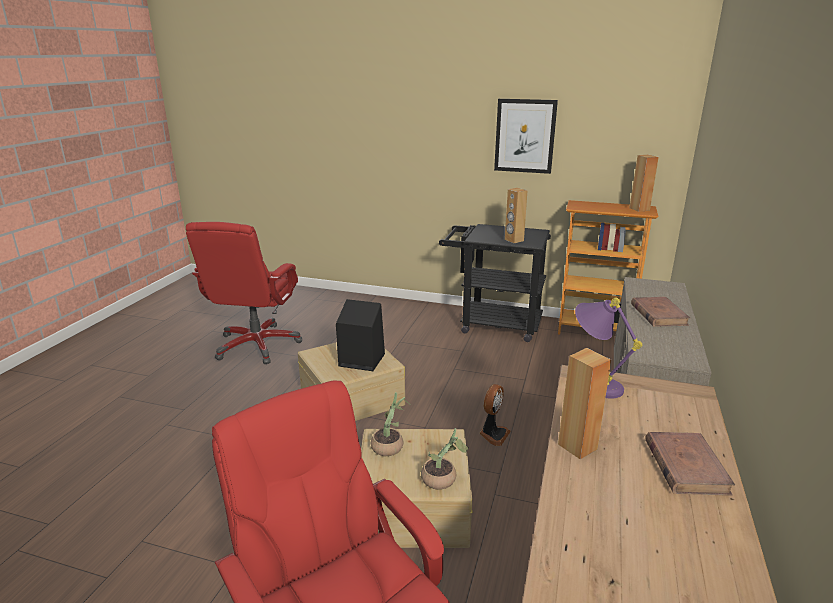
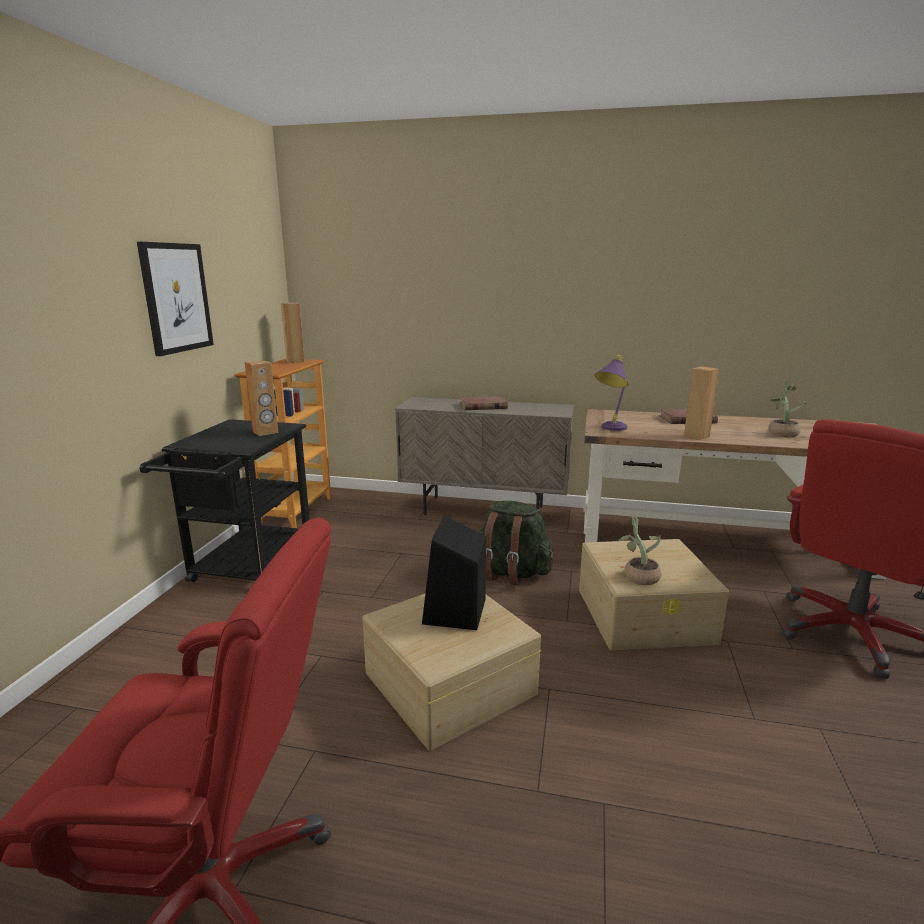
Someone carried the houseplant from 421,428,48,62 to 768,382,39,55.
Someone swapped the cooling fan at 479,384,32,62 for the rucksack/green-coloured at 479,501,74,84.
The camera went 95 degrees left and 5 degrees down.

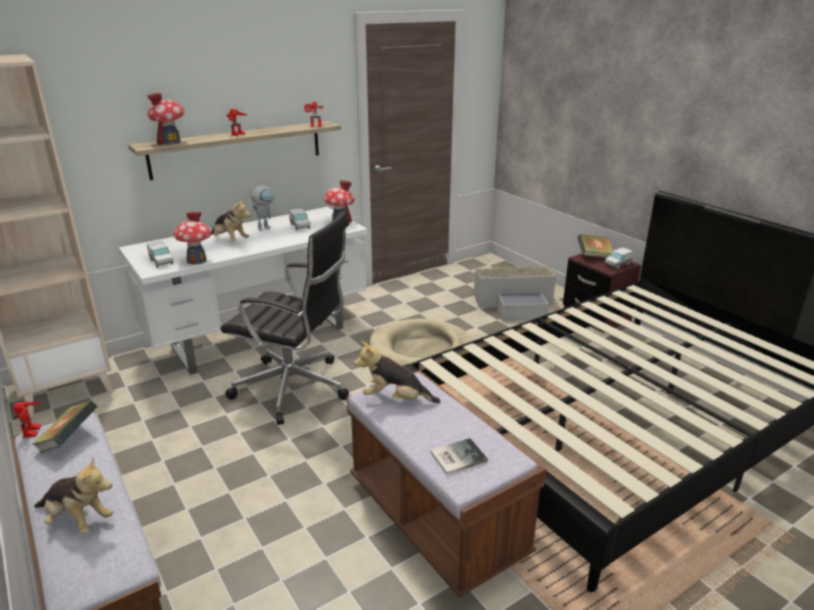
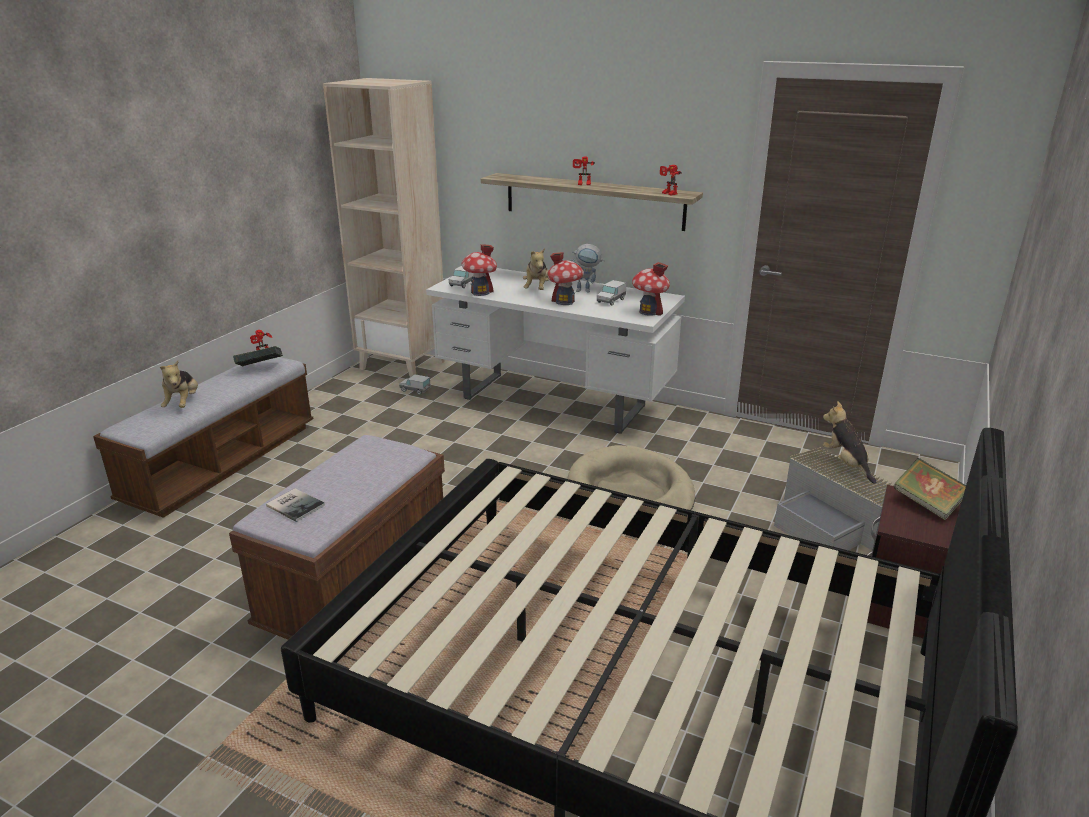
Someone took away the office chair/black-coloured at 221,211,129,214.
Someone carried the model house from 147,92,38,53 to 548,252,36,53.
Someone carried the soft toy from 354,341,87,62 to 823,401,53,83.
Someone carried the model truck from 605,247,28,22 to 399,374,31,21.
The camera went 60 degrees right and 0 degrees up.

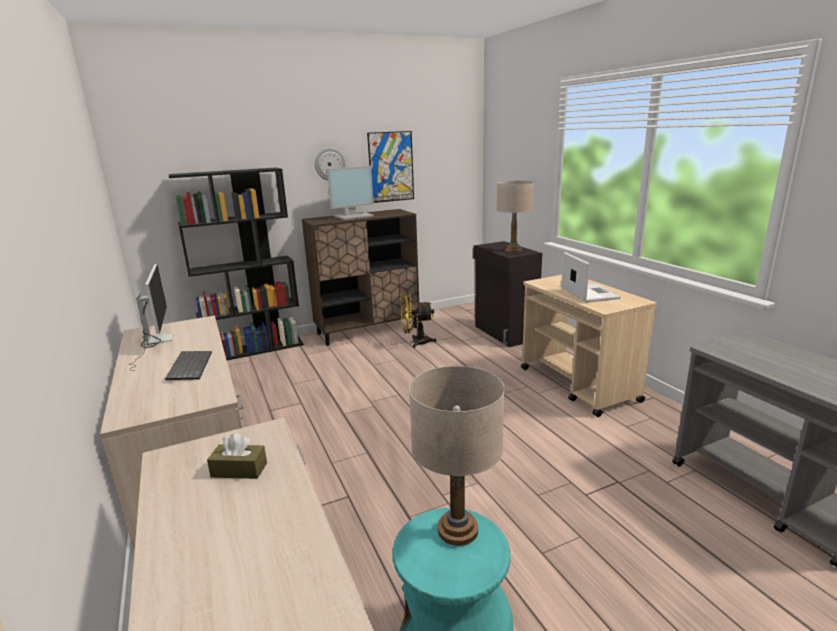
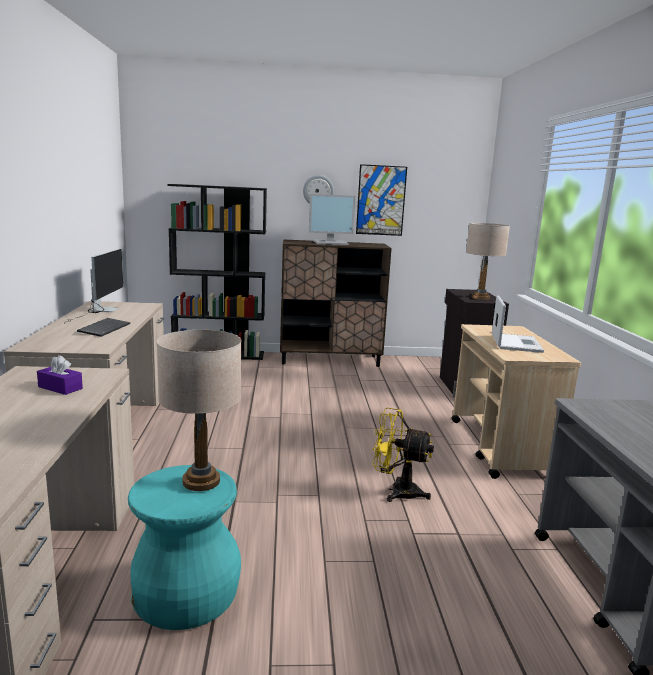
Someone carried the cooling fan/yellow-coloured from 400,293,36,55 to 372,408,62,94.
Someone repainted the box of tissues/brownish at 207,433,60,46, which became the box of tissues/purple-coloured at 37,355,46,40.
The camera went 20 degrees right and 5 degrees down.

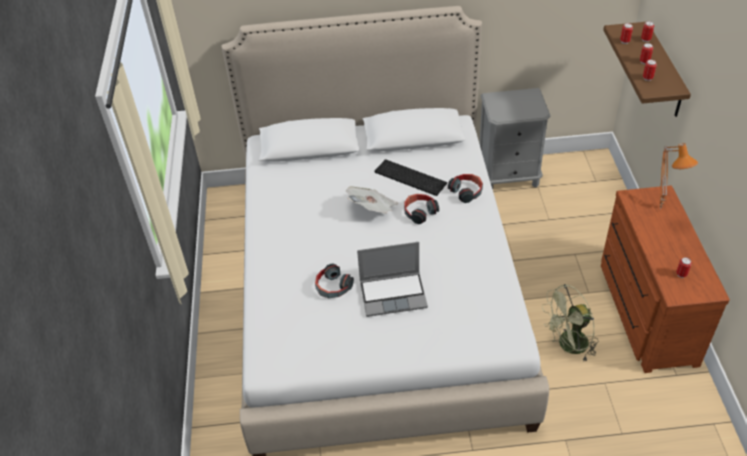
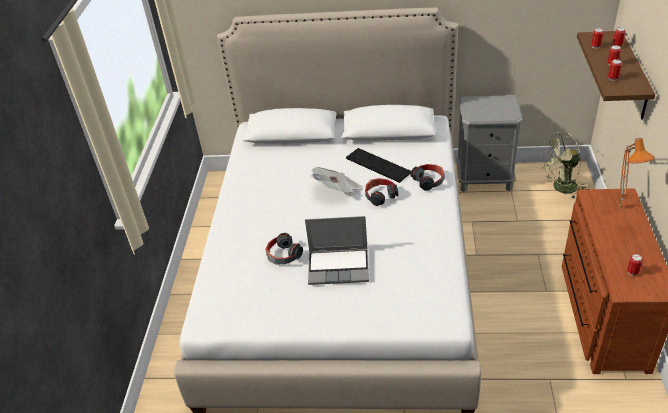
Someone carried the cooling fan/green-coloured from 542,284,57,77 to 540,131,46,67.
The camera went 10 degrees right and 5 degrees down.

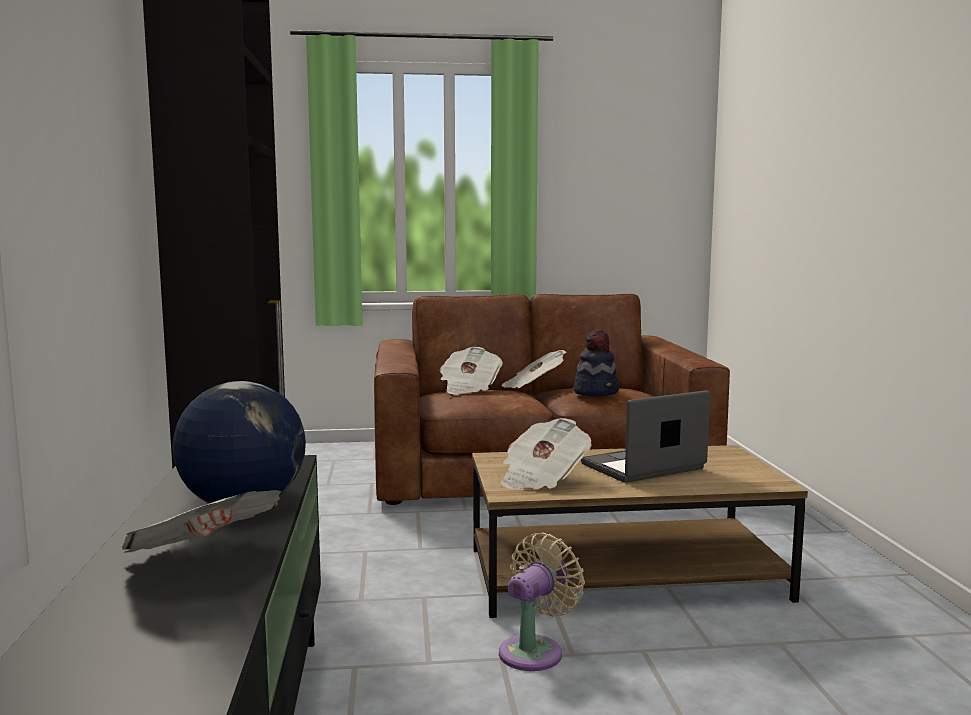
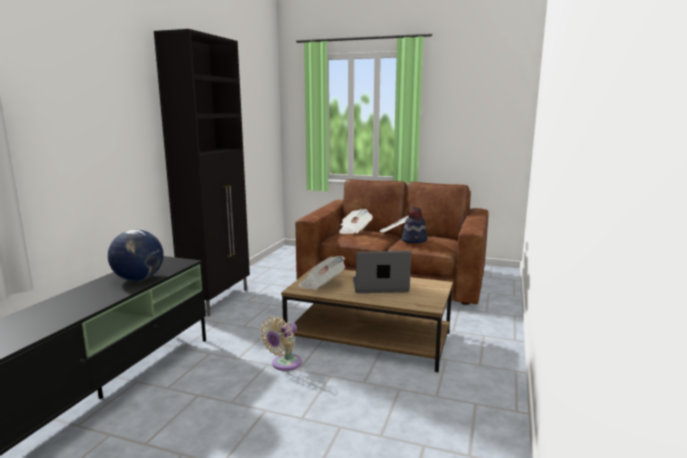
Someone took away the newspaper at 122,490,159,63.
Someone rotated the cooling fan/beige-coloured at 499,532,86,139 by 150 degrees clockwise.
The camera went 25 degrees right and 5 degrees up.

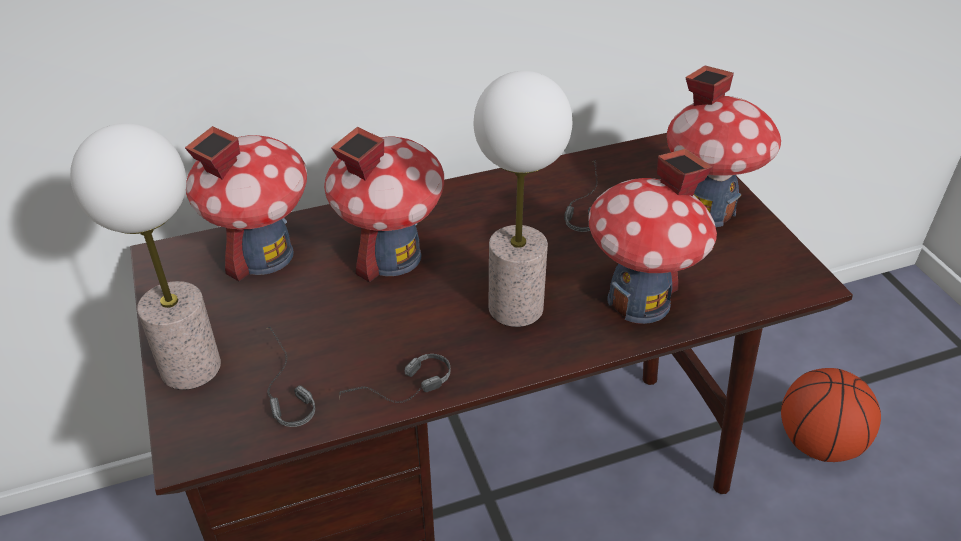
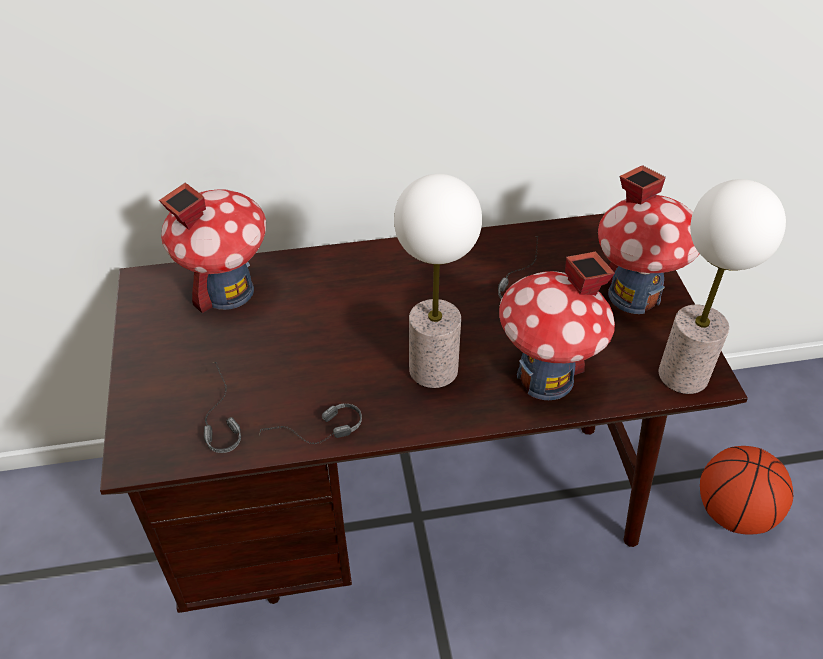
Someone took away the model house at 324,127,120,155.
Someone carried the table lamp from 70,123,151,267 to 659,179,127,215.
The camera went 10 degrees right and 5 degrees up.

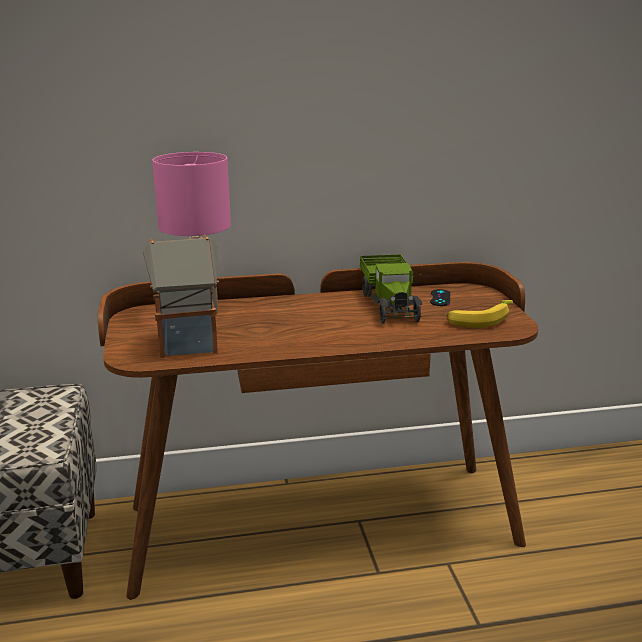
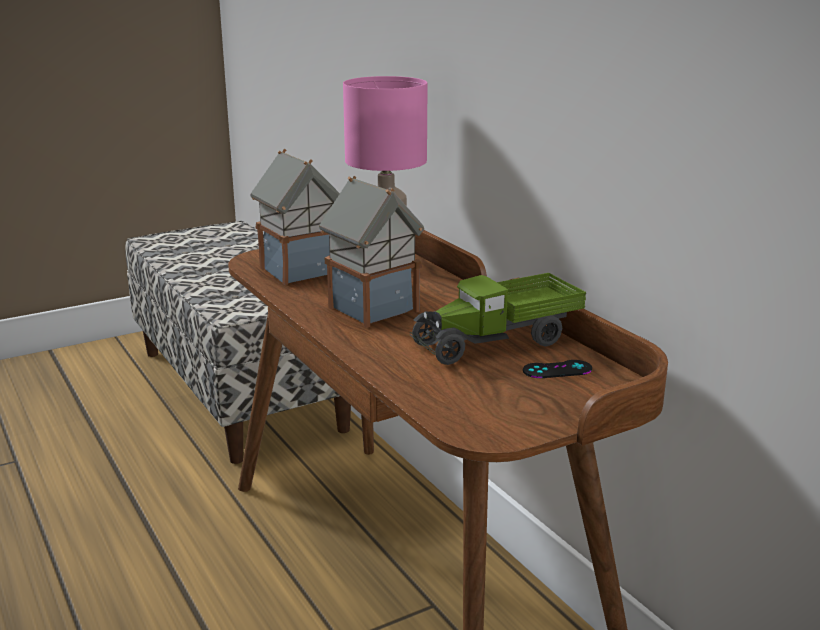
Someone took away the banana fruit at 446,300,67,28.
Someone put down the model house at 319,176,105,152.
The camera went 70 degrees right and 0 degrees up.

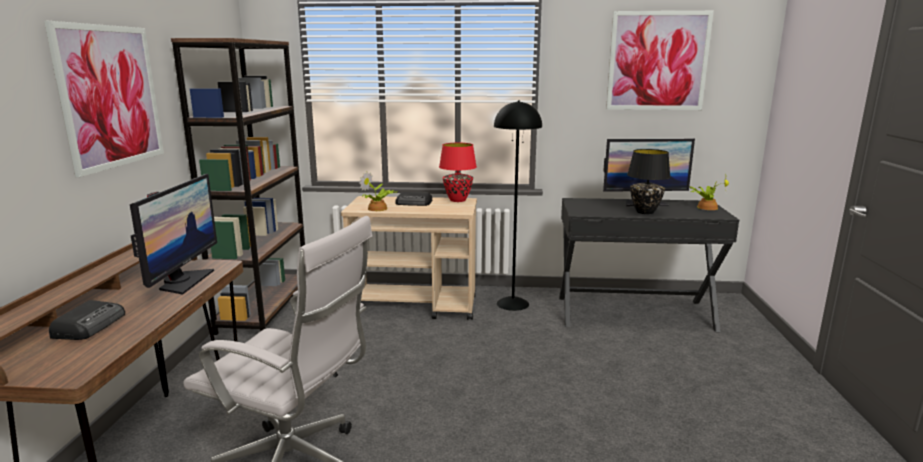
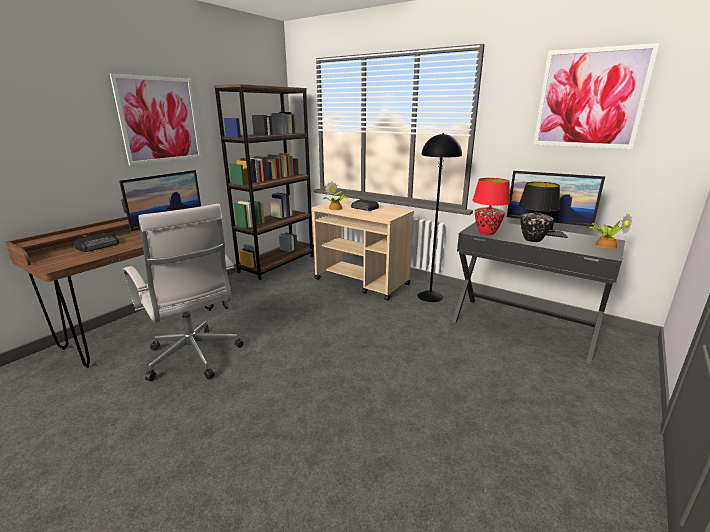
Someone carried the table lamp/red from 439,143,38,59 to 472,178,38,57.
The camera went 30 degrees right and 5 degrees up.

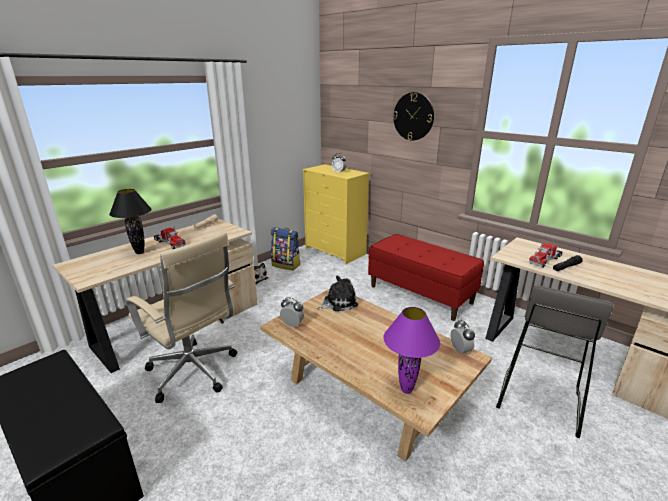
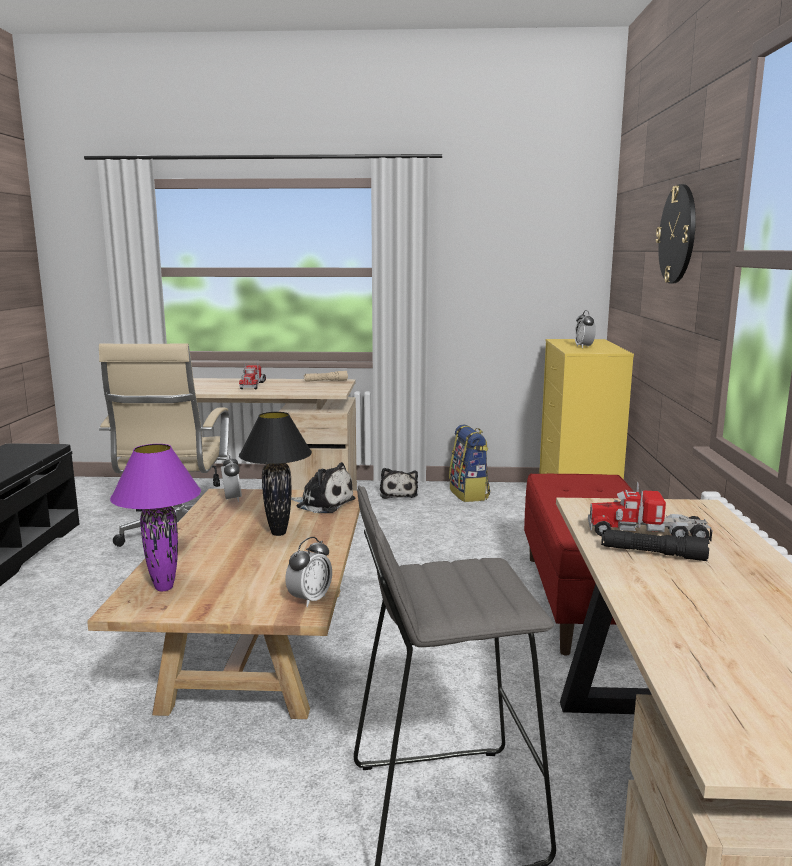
Someone carried the table lamp/black-coloured from 109,189,43,65 to 239,412,73,124.
The camera went 50 degrees right and 10 degrees down.

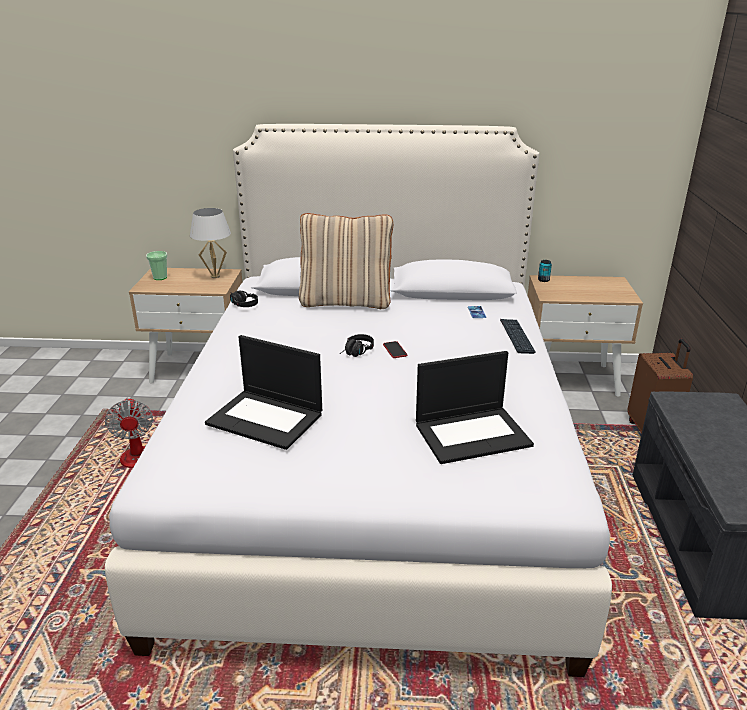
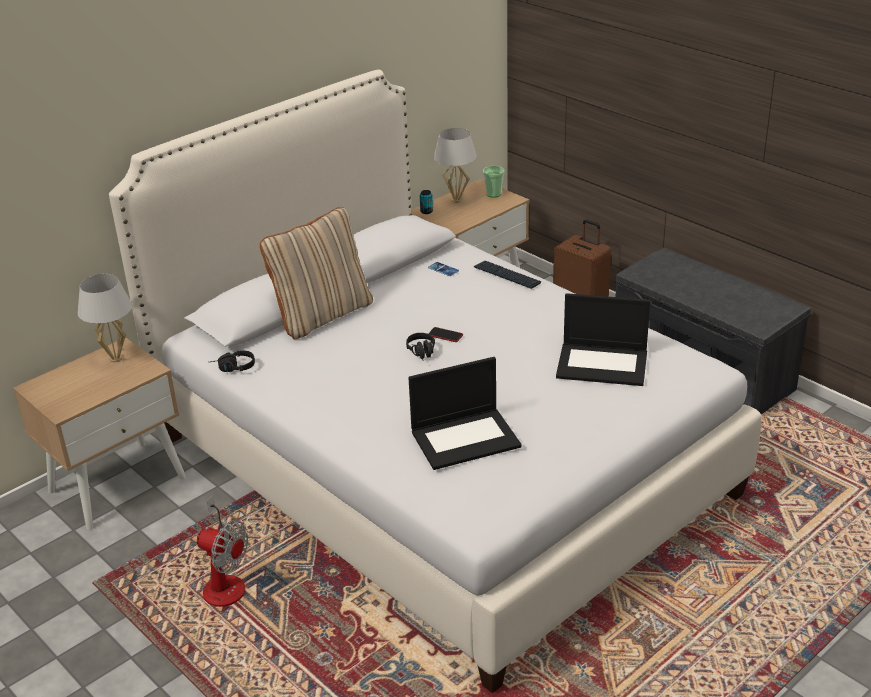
Someone put down the table lamp/whitish at 434,128,43,75.
Someone carried the small cup from 146,251,21,29 to 483,166,22,32.
Someone rotated the laptop at 416,351,118,113 by 75 degrees clockwise.
The camera went 45 degrees left and 5 degrees up.

